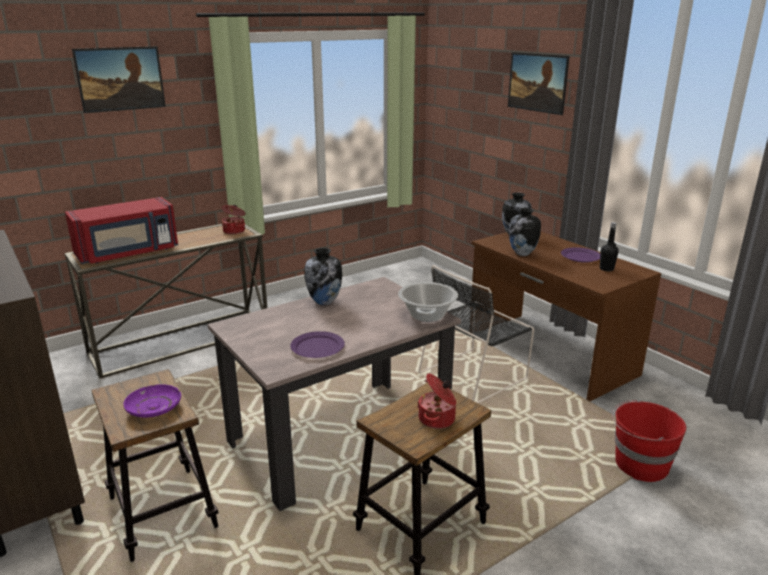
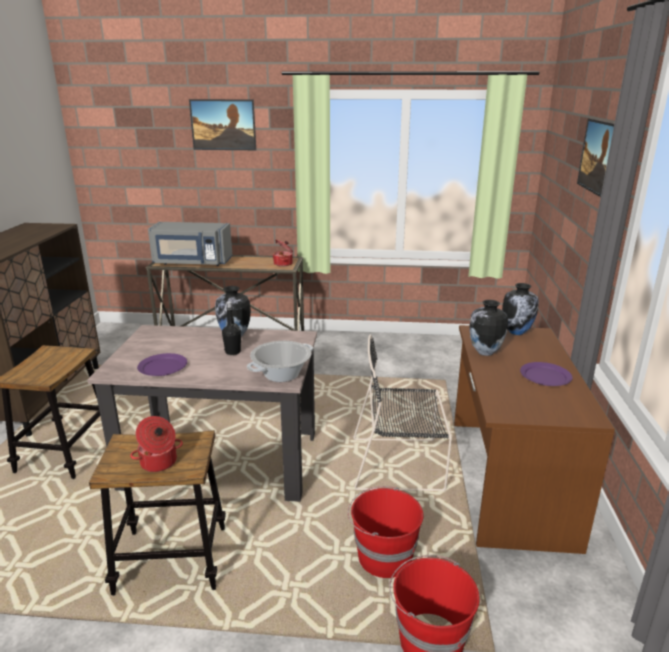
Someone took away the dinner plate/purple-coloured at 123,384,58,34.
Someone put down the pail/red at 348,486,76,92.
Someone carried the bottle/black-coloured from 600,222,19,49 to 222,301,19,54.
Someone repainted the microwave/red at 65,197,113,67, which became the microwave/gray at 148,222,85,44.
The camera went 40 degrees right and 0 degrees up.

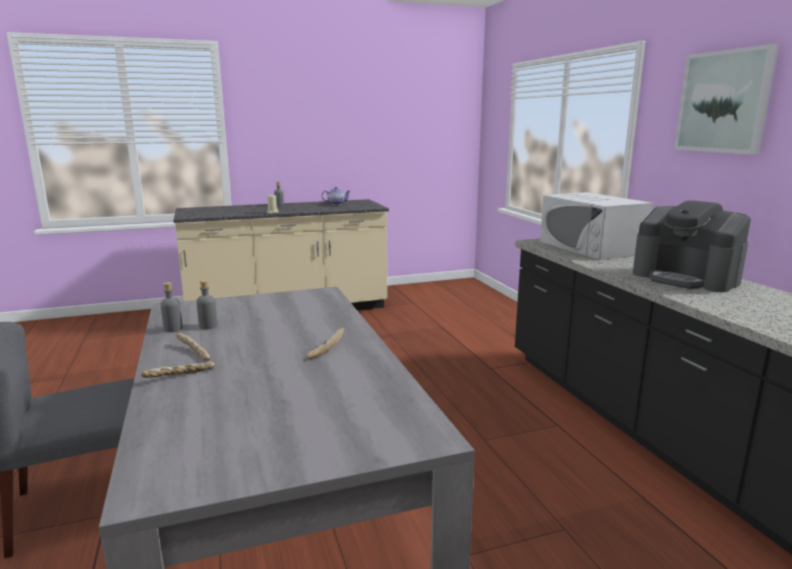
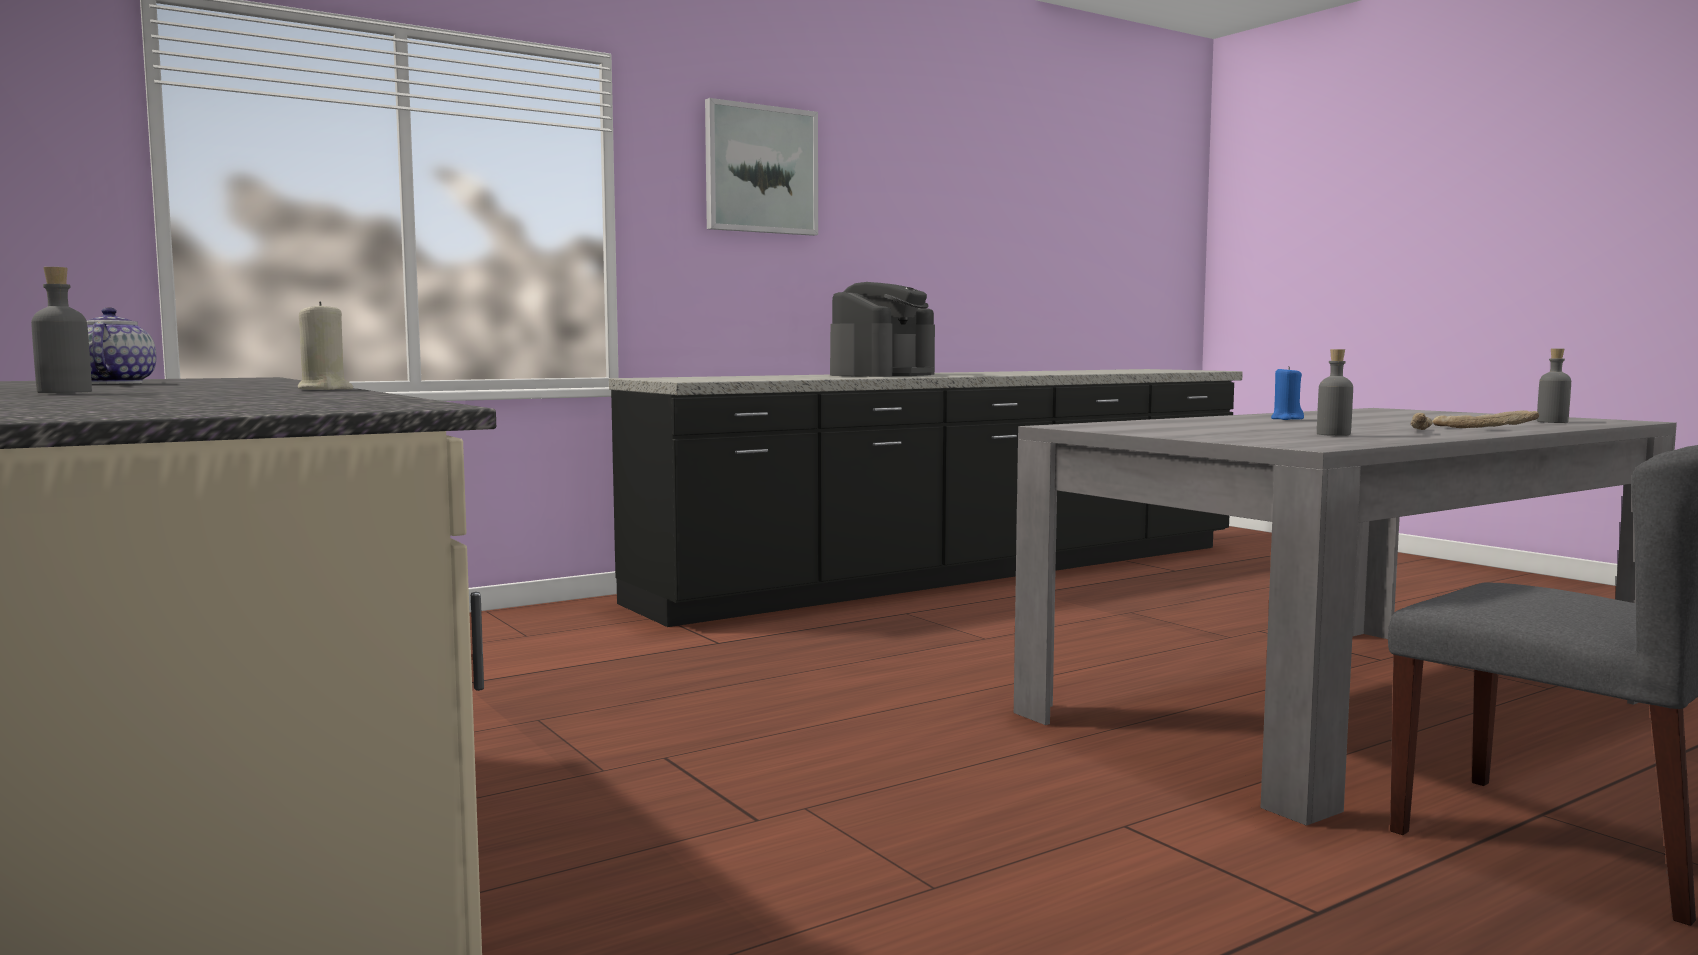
Someone took away the microwave/whitish at 540,192,113,68.
Someone carried the bottle/gray from 160,282,23,50 to 1537,349,34,74.
Someone swapped the baked bread at 307,328,37,31 for the candle/blue-coloured at 1271,366,33,54.
The camera went 105 degrees left and 10 degrees down.

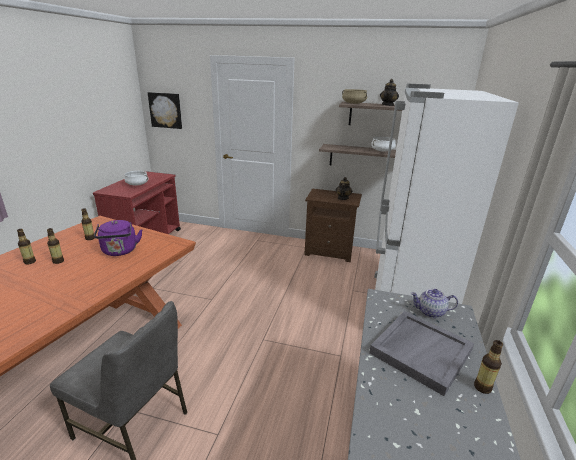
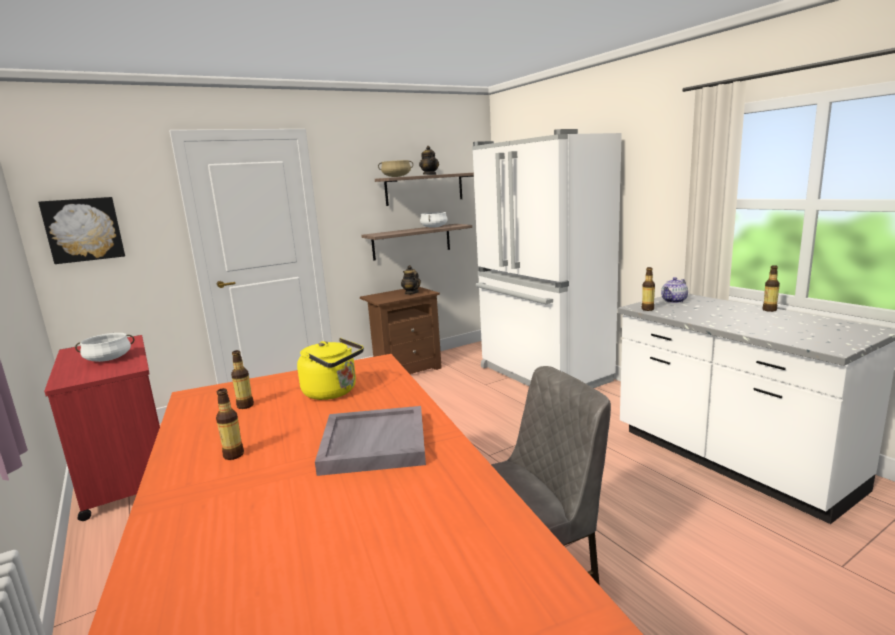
Someone carried the bottle from 47,228,17,36 to 642,267,13,44.
Someone carried the carrying tray/gray from 369,311,105,85 to 315,406,111,70.
Someone repainted the water kettle/purple-coloured at 94,220,49,36, which became the water kettle/yellow-coloured at 297,338,67,62.
The camera went 45 degrees left and 10 degrees down.

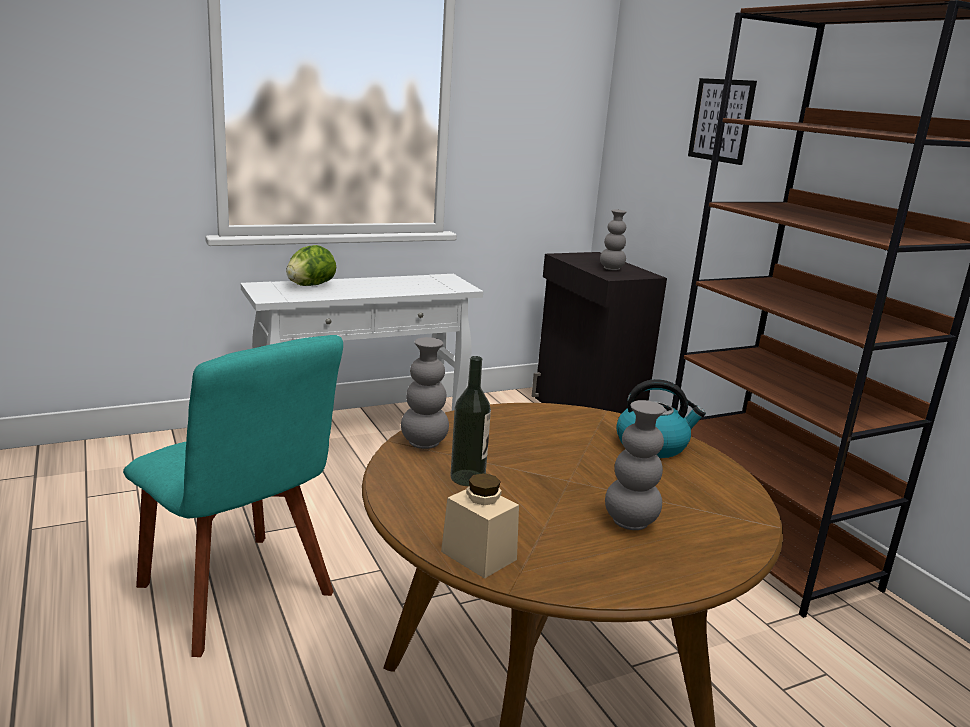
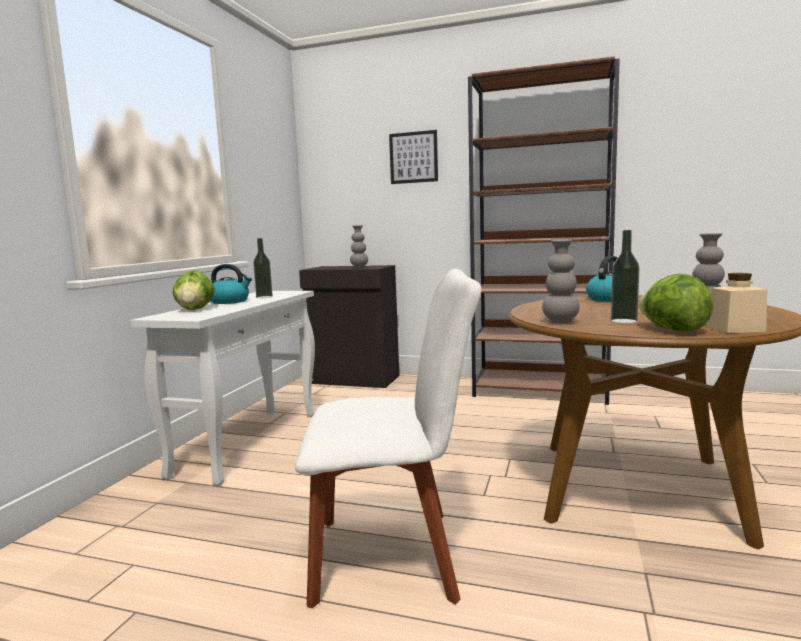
Someone put down the water kettle at 210,264,42,40.
Someone put down the bottle at 253,238,20,60.
Someone put down the lettuce at 639,274,74,57.
Someone repainted the plain chair/blue-green at 123,335,220,322, which became the plain chair/whitish at 295,269,186,339.
The camera went 45 degrees left and 10 degrees down.

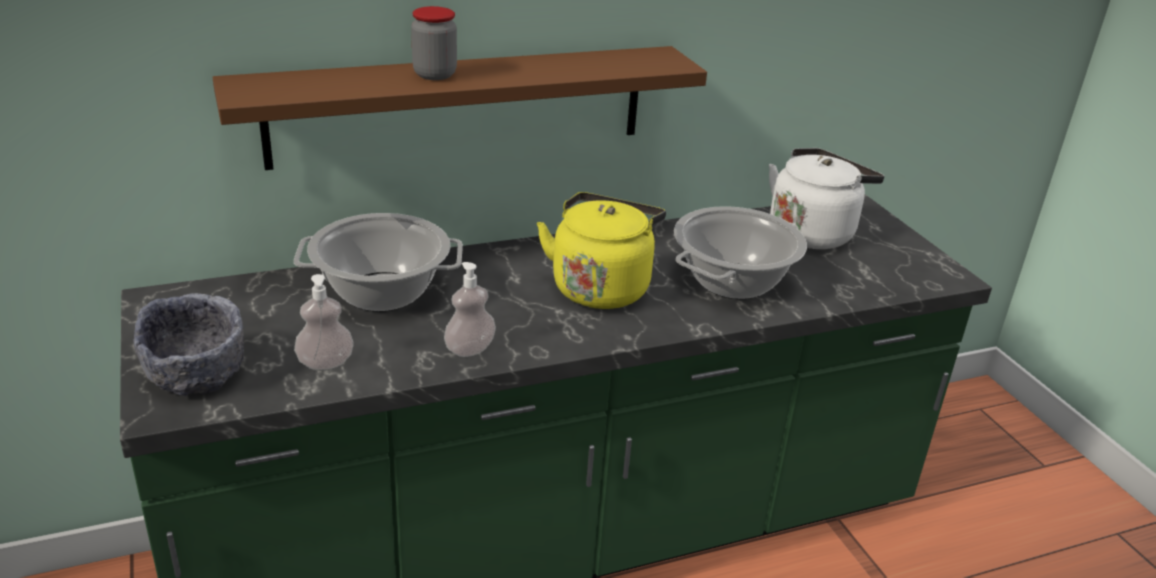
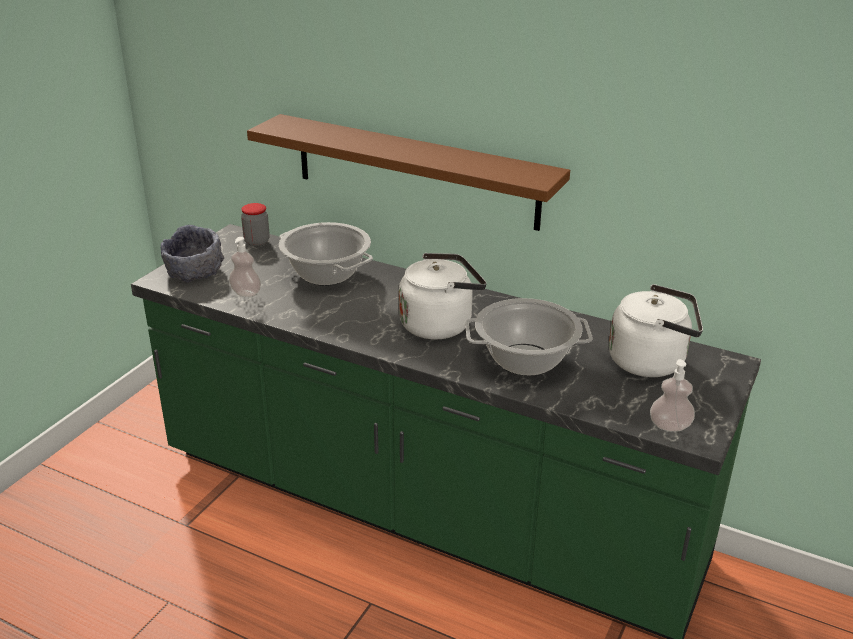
Someone carried the storage jar from 411,6,46,74 to 241,203,29,43.
Someone carried the liquid soap bottle from 444,262,52,95 to 650,359,45,73.
Someone repainted the water kettle/yellow-coloured at 537,192,129,117, which became the water kettle/whitish at 399,253,87,86.
The camera went 50 degrees right and 0 degrees up.

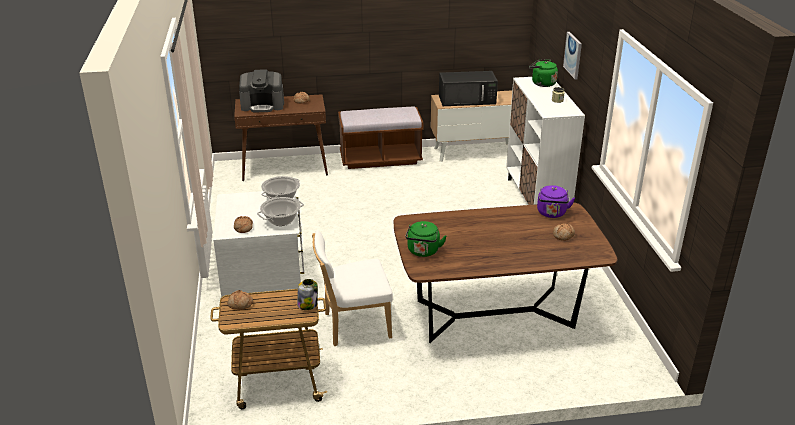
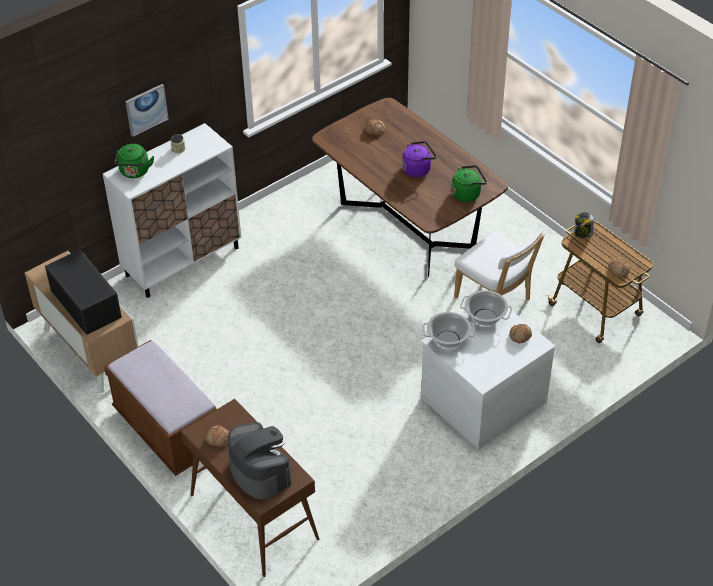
Someone carried the water kettle/purple-coloured from 537,185,38,33 to 402,141,34,36.
The camera went 120 degrees left and 15 degrees up.

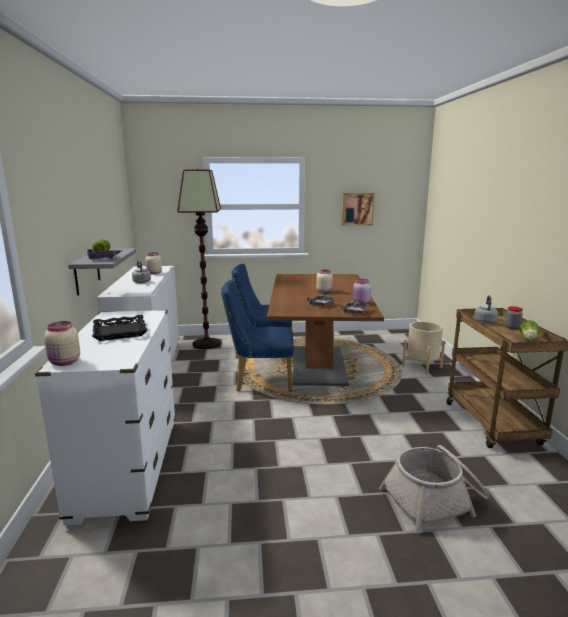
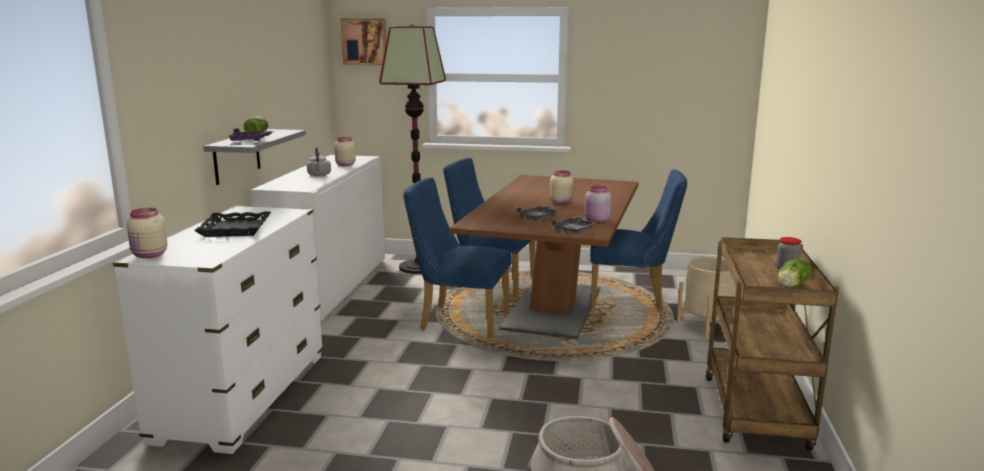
Someone took away the water kettle/gray at 474,295,24,28.
Someone put down the plain chair/blue-coloured at 590,170,97,141.
Someone carried the picture from 342,193,33,33 to 340,18,46,47.
The camera went 15 degrees right and 0 degrees up.

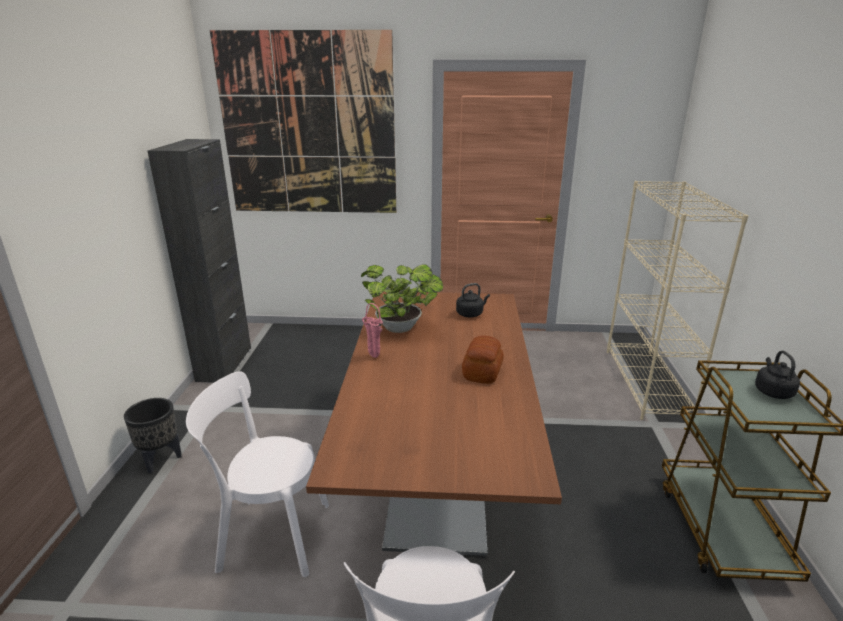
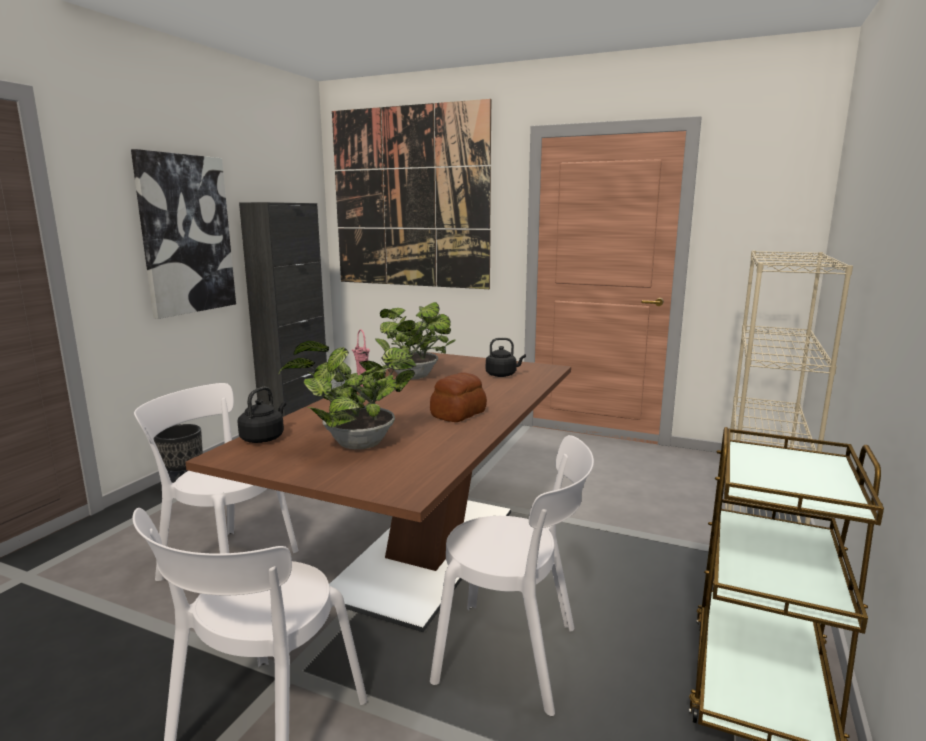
Someone put up the picture at 131,149,105,170.
Someone put down the houseplant at 279,341,137,108.
Someone put down the plain chair/whitish at 430,435,164,281.
Someone carried the water kettle/black-coloured from 755,350,45,49 to 237,386,49,57.
The camera went 20 degrees right and 10 degrees down.

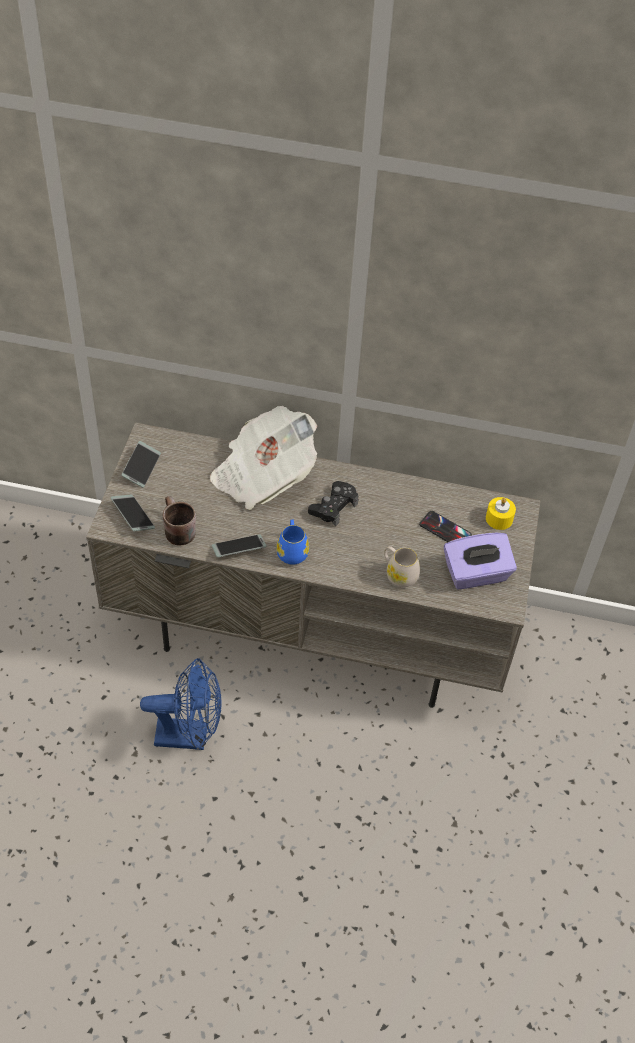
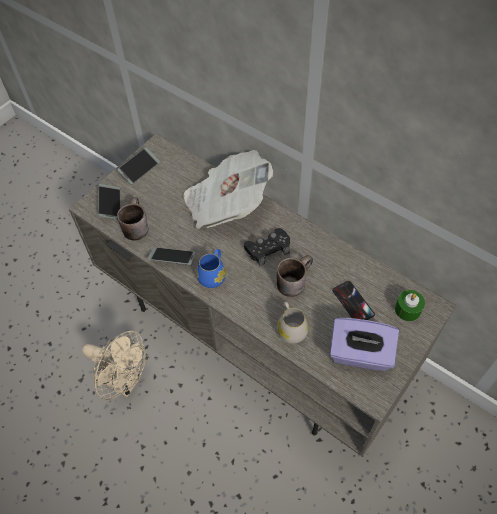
Someone put down the tea mug/brownish at 277,255,36,42.
Someone repainted the cooling fan/blue-coloured at 140,658,81,92, which became the cooling fan/beige-coloured at 82,331,64,69.
Someone repainted the candle/yellow-coloured at 486,497,30,33, which became the candle/green-coloured at 395,290,30,31.
The camera went 30 degrees right and 5 degrees up.

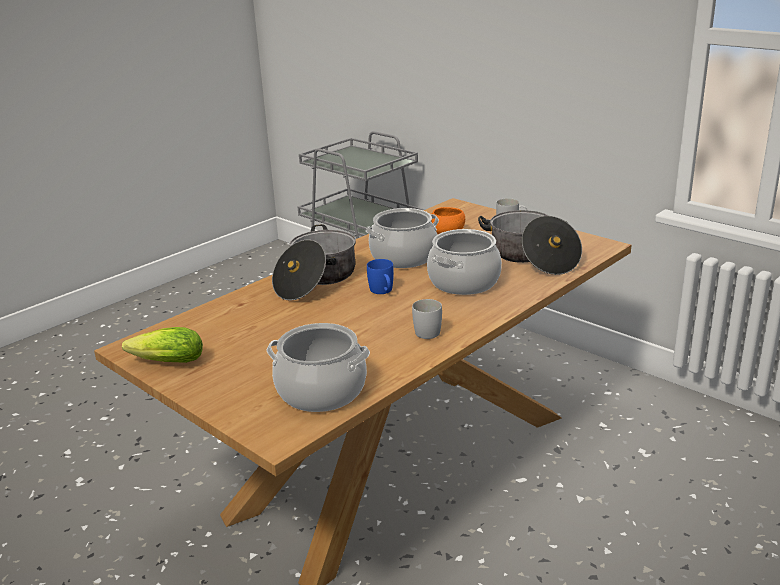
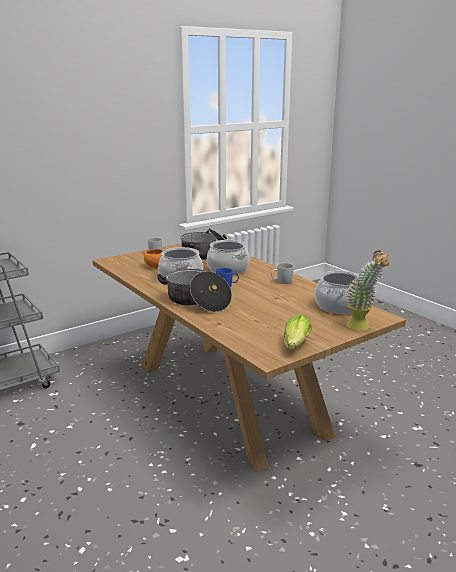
Someone put down the houseplant at 346,250,43,80.
The camera went 80 degrees left and 5 degrees down.

